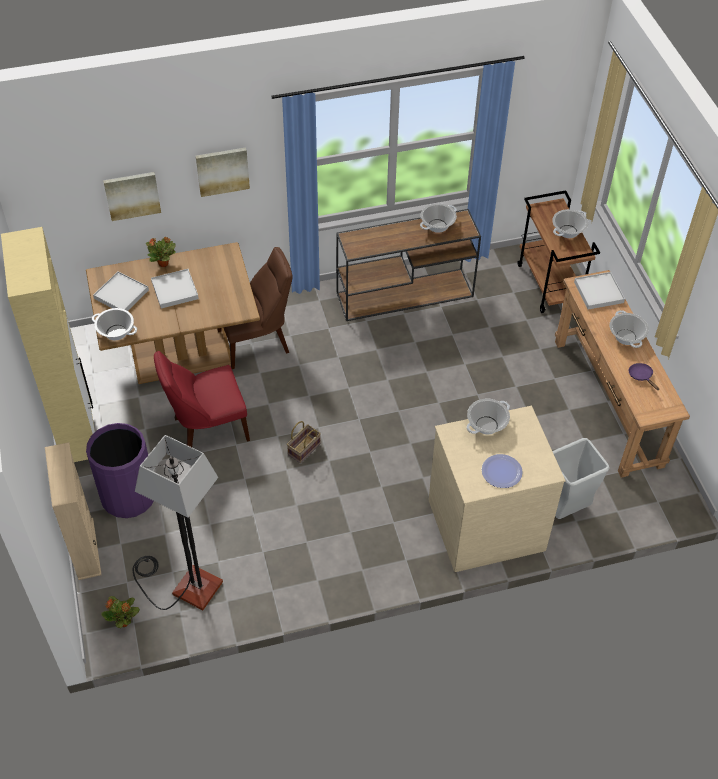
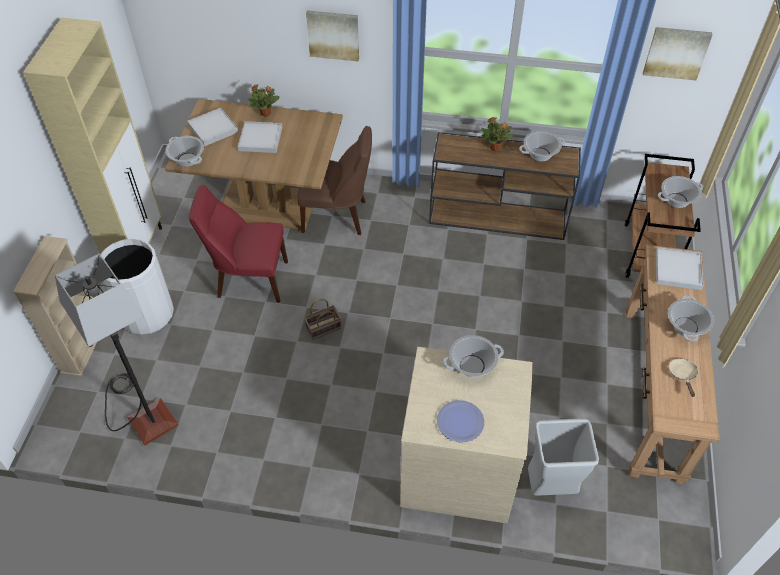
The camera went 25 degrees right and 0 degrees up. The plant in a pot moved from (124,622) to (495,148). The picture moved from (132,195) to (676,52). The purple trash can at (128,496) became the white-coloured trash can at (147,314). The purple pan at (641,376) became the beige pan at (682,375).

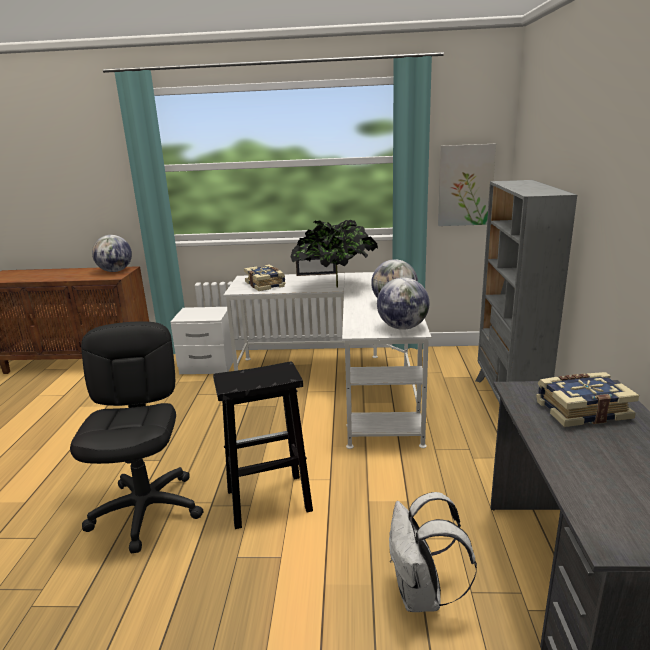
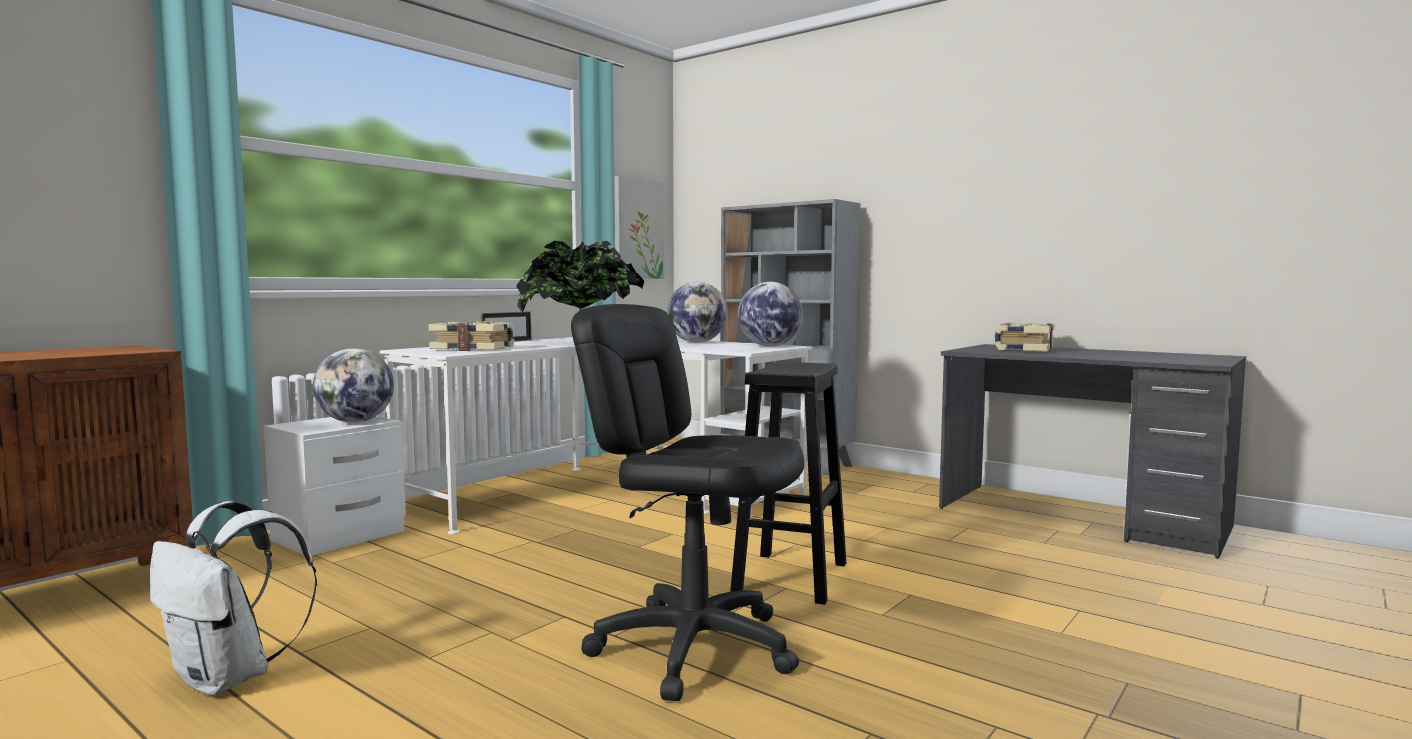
The camera went 55 degrees left and 15 degrees down. The world globe moved from (115,271) to (356,422). The white-coloured rucksack moved from (422,595) to (229,678).

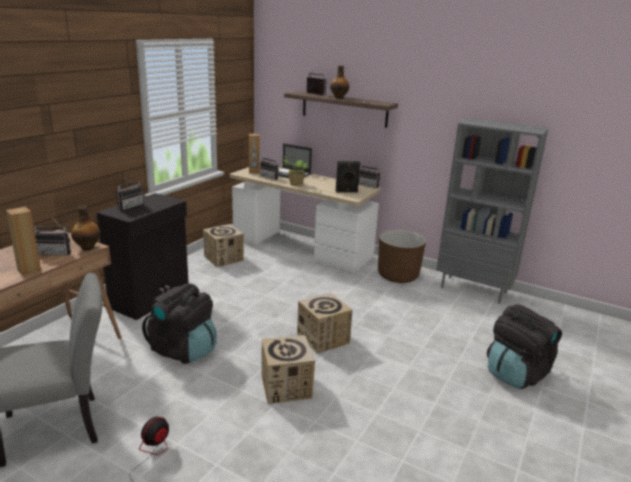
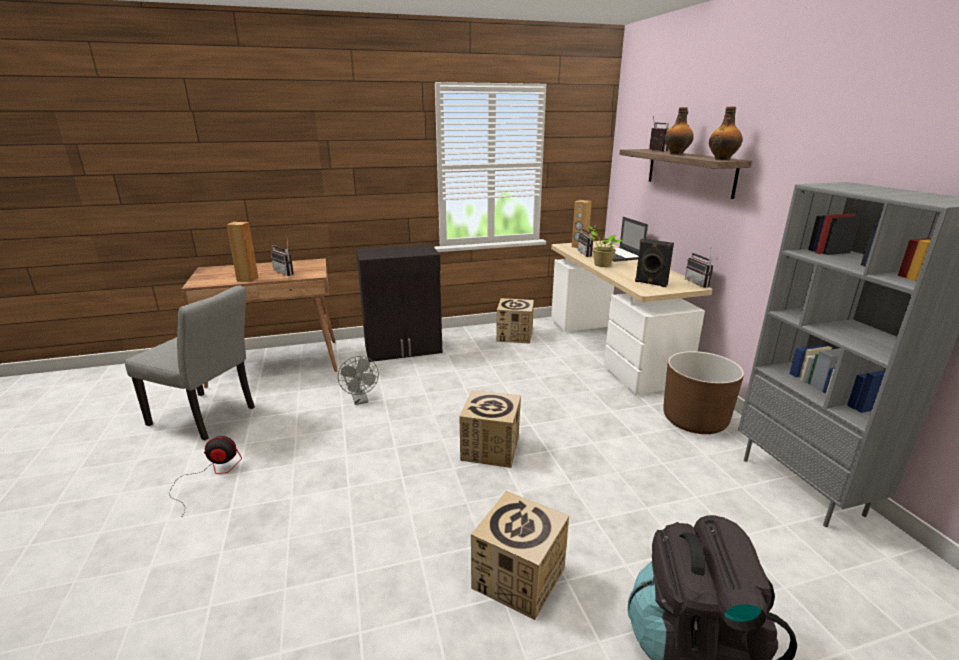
The camera went 45 degrees right and 0 degrees up. The radio at (129,206) disappeared. The drink bottle moved from (88,247) to (722,159). The carton moved from (286,386) to (518,578). The black rucksack at (183,350) was replaced by the greyish fan at (360,400).

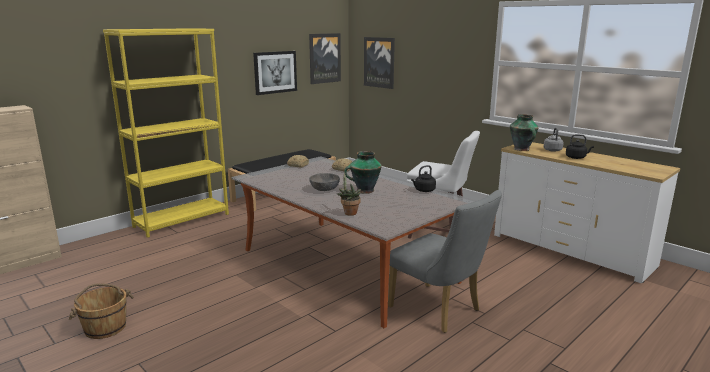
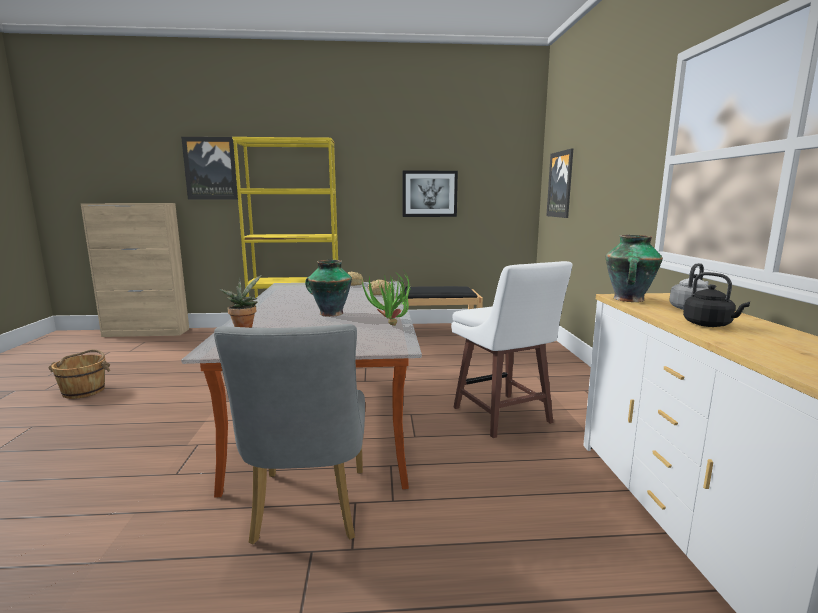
The camera went 40 degrees right and 5 degrees down. The greyish serving bowl at (324,189) disappeared. The picture moved from (324,58) to (211,168). The black kettle at (424,190) was replaced by the plant in a pot at (390,327).

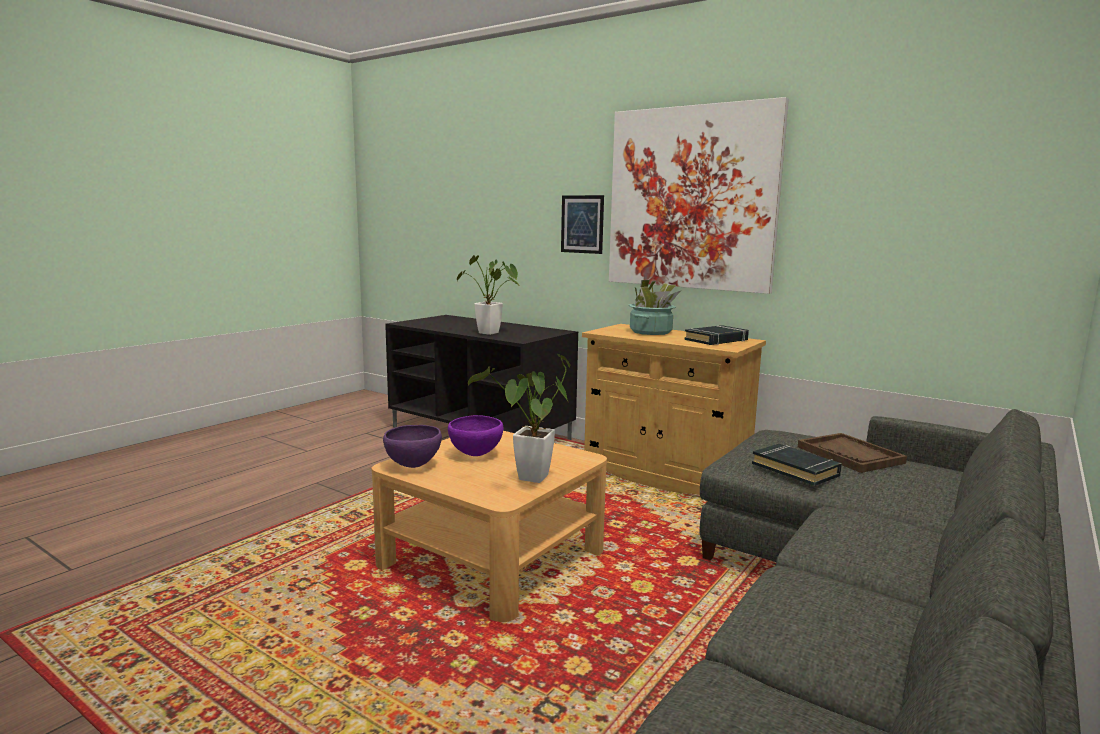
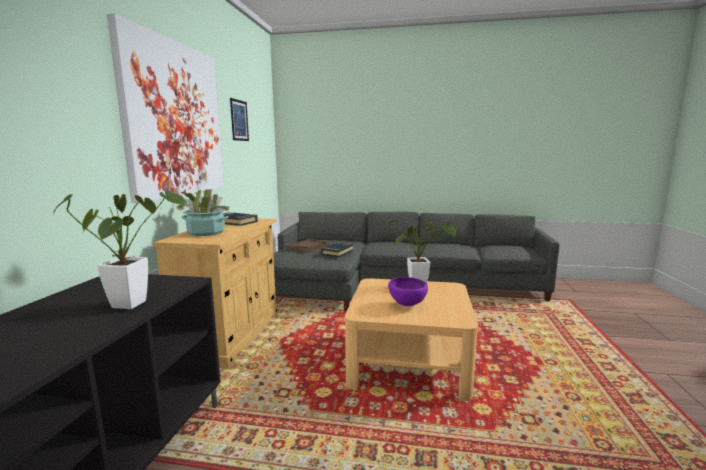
The camera went 115 degrees left and 0 degrees up. The purple serving bowl at (413,466) disappeared. The picture moved from (582,224) to (239,120).

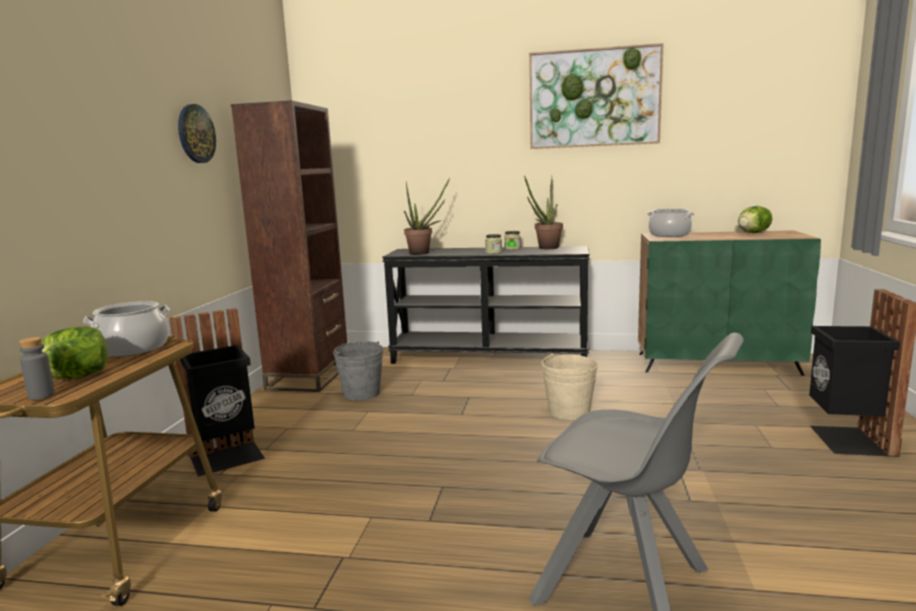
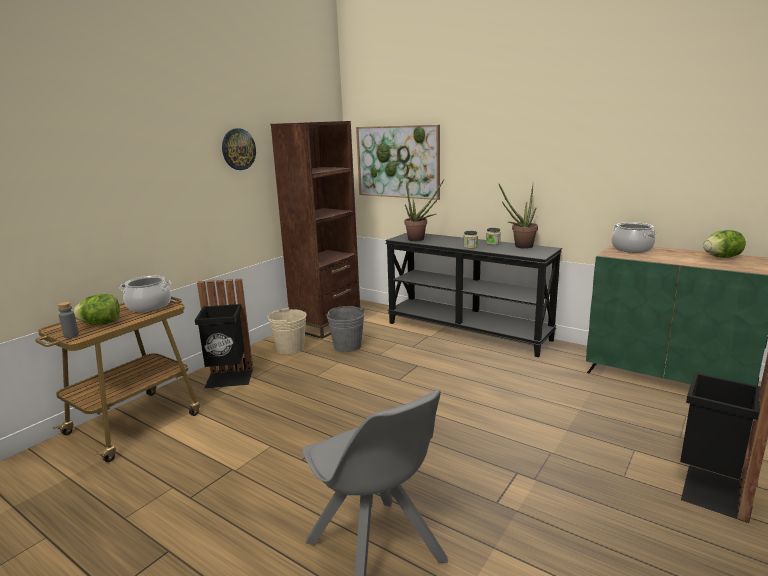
The camera went 25 degrees right and 5 degrees up. The picture moved from (594,98) to (398,162). The beige water bucket moved from (569,411) to (290,348).

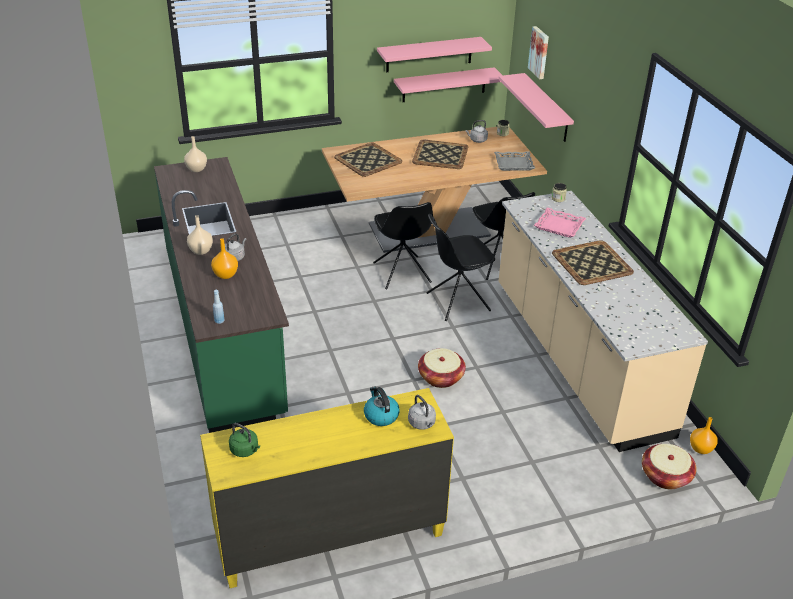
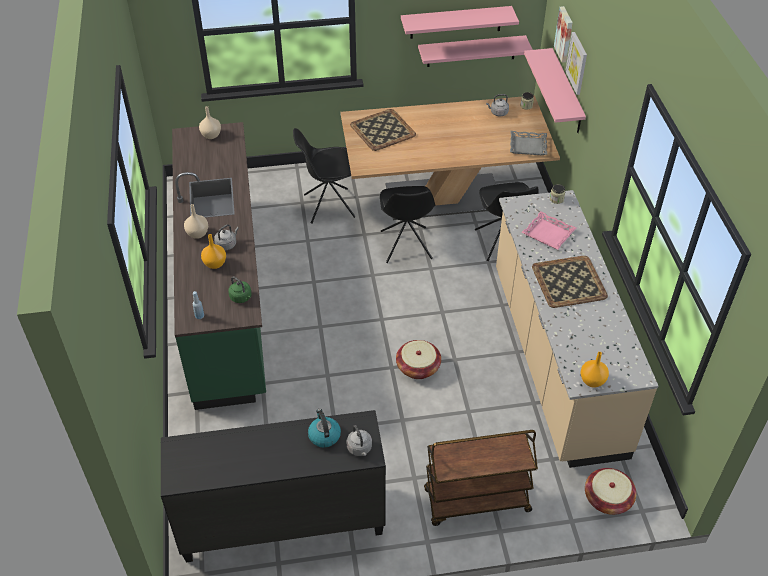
The camera went 10 degrees right and 10 degrees up. The carrying tray at (441,154) disappeared. The brown cart at (476,501) appeared. The picture at (577,63) appeared. The green kettle moved from (245,450) to (241,298). The black upright chair moved from (456,302) to (328,206). The orange-coloured flower vase moved from (700,449) to (591,381). The yellow chest of drawers at (329,536) became the black chest of drawers at (281,522).

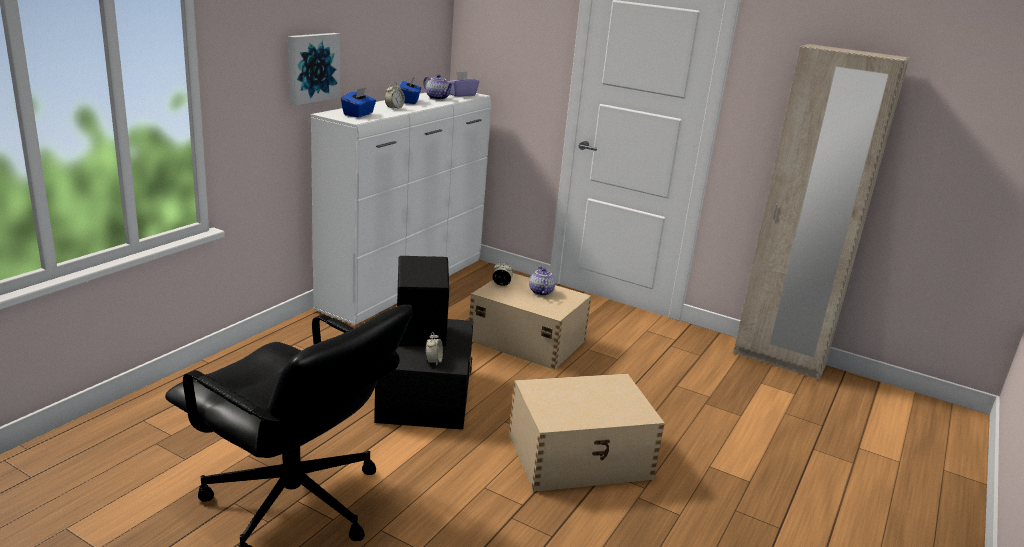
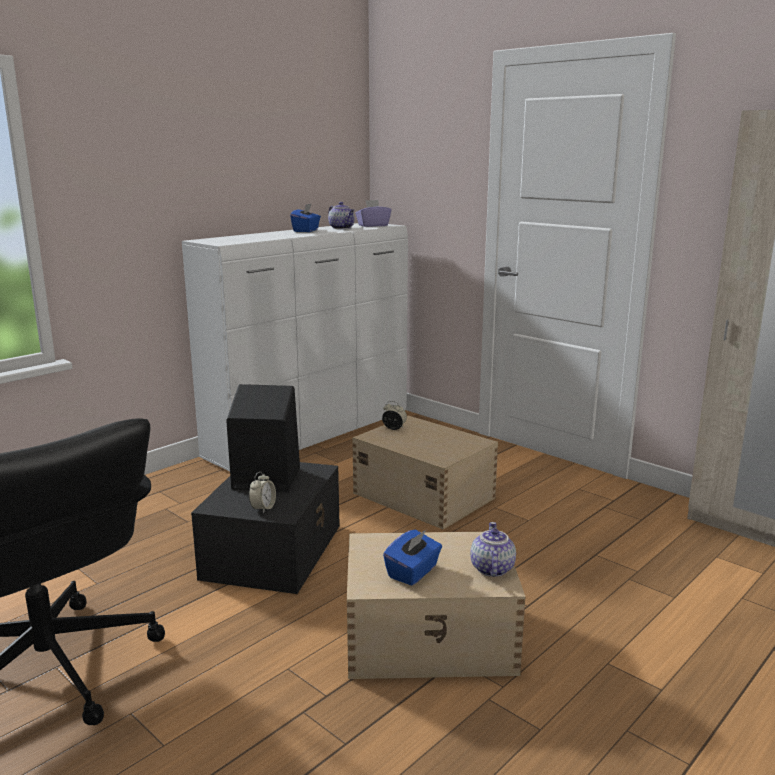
The camera went 15 degrees right and 5 degrees down. The picture at (312,67) disappeared. The alarm clock at (394,108) disappeared. The bluish tissue box moved from (358,114) to (413,572). The pot for tea moved from (540,292) to (491,568).

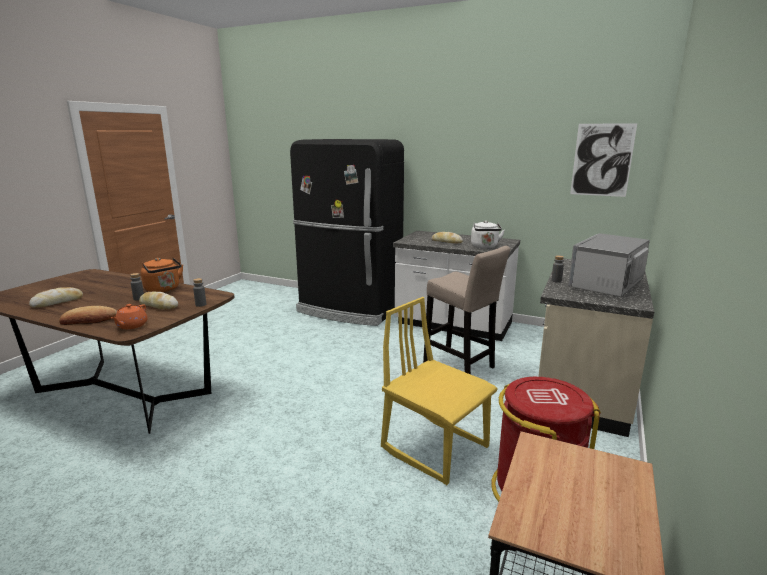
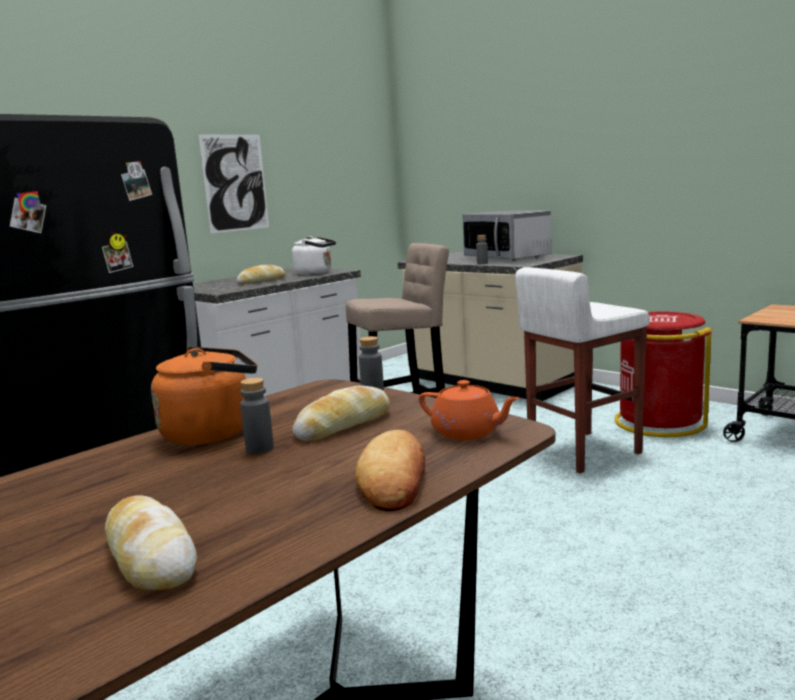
The camera went 70 degrees left and 5 degrees down. The picture moved from (602,160) to (235,183). The yellow upright chair at (435,447) was replaced by the white-coloured sitting stool at (581,451).

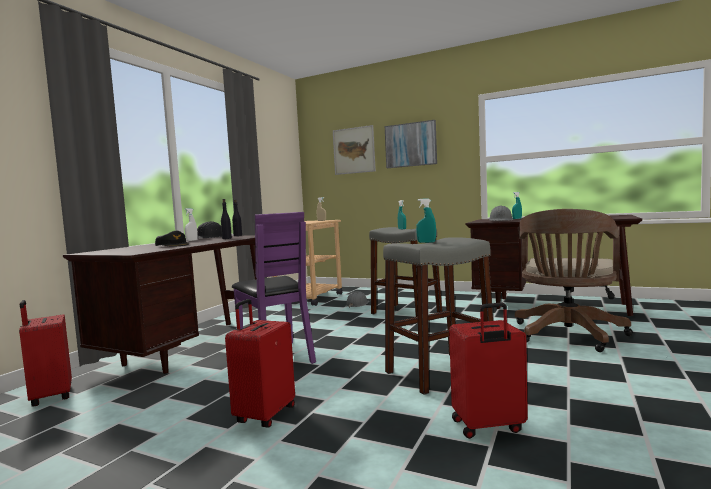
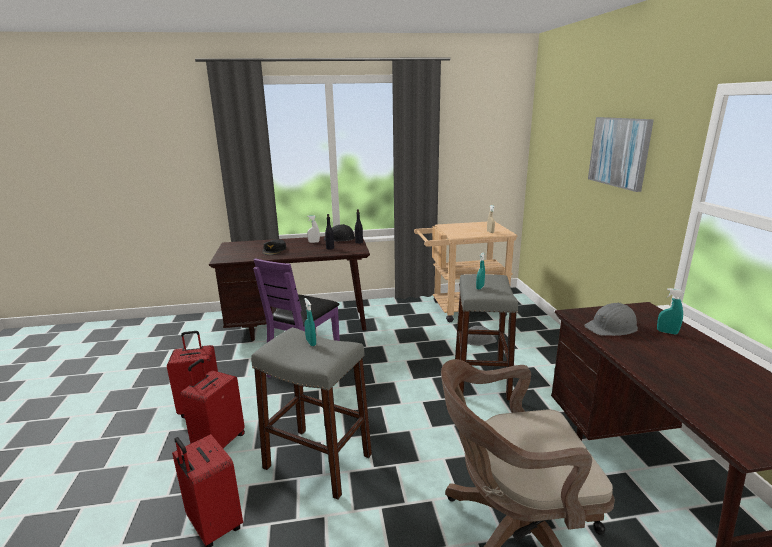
The camera went 55 degrees right and 15 degrees up. The picture at (354,150) disappeared. The red piece of luggage moved from (50,397) to (219,443).

